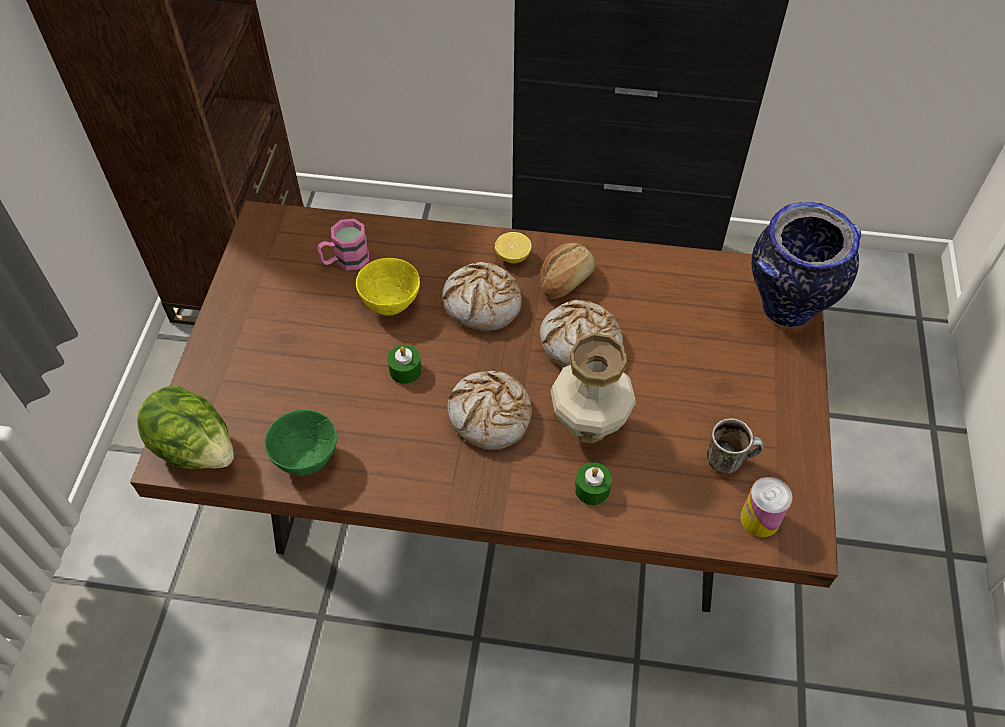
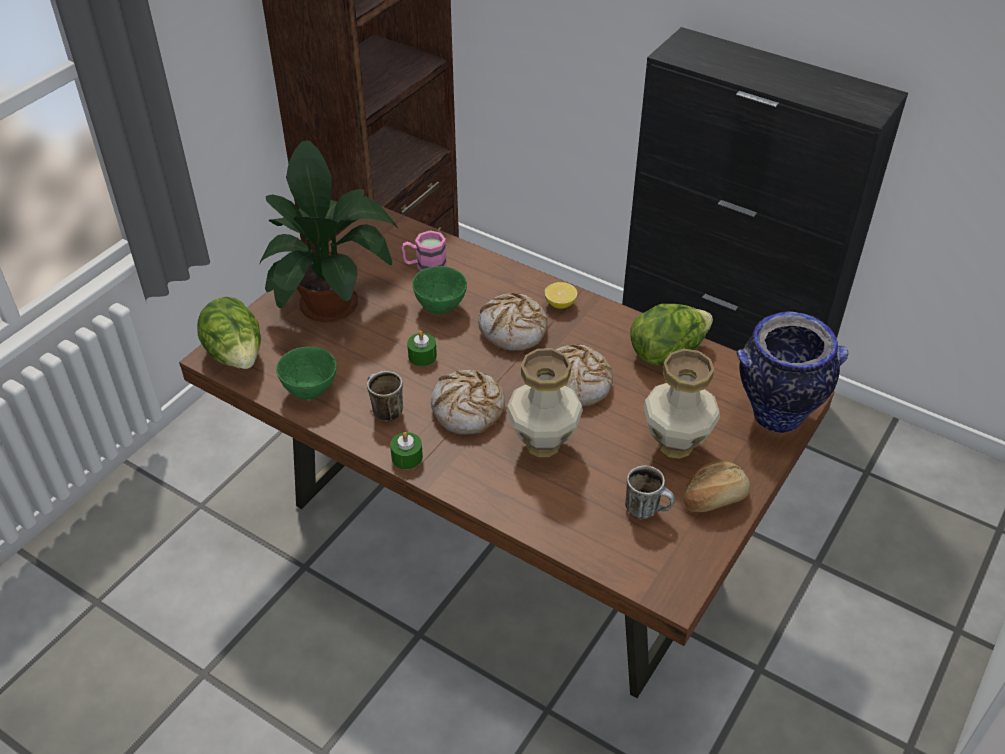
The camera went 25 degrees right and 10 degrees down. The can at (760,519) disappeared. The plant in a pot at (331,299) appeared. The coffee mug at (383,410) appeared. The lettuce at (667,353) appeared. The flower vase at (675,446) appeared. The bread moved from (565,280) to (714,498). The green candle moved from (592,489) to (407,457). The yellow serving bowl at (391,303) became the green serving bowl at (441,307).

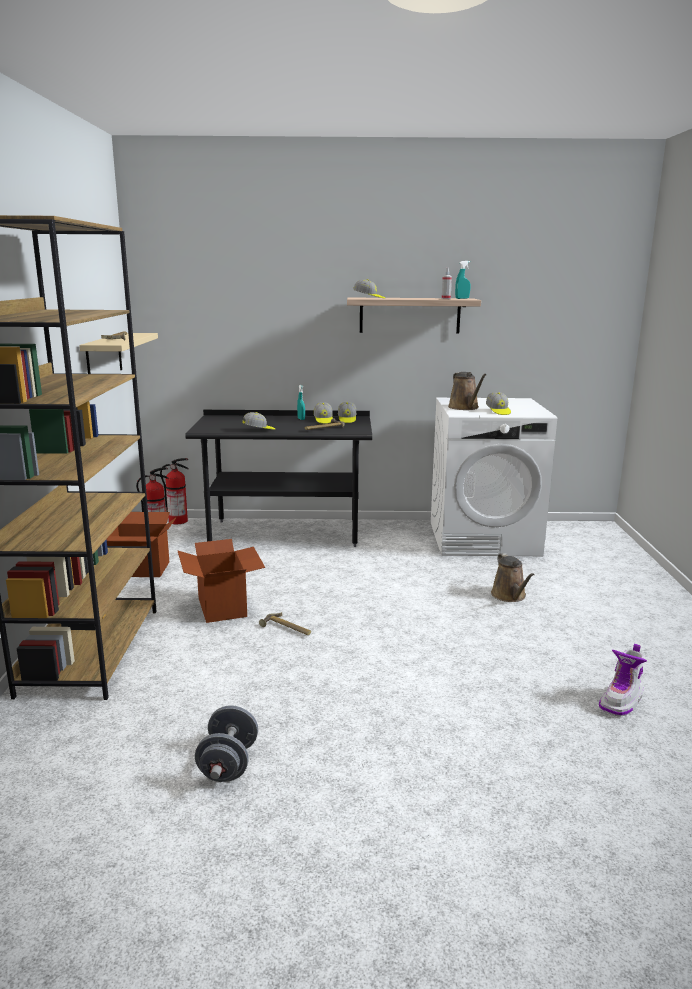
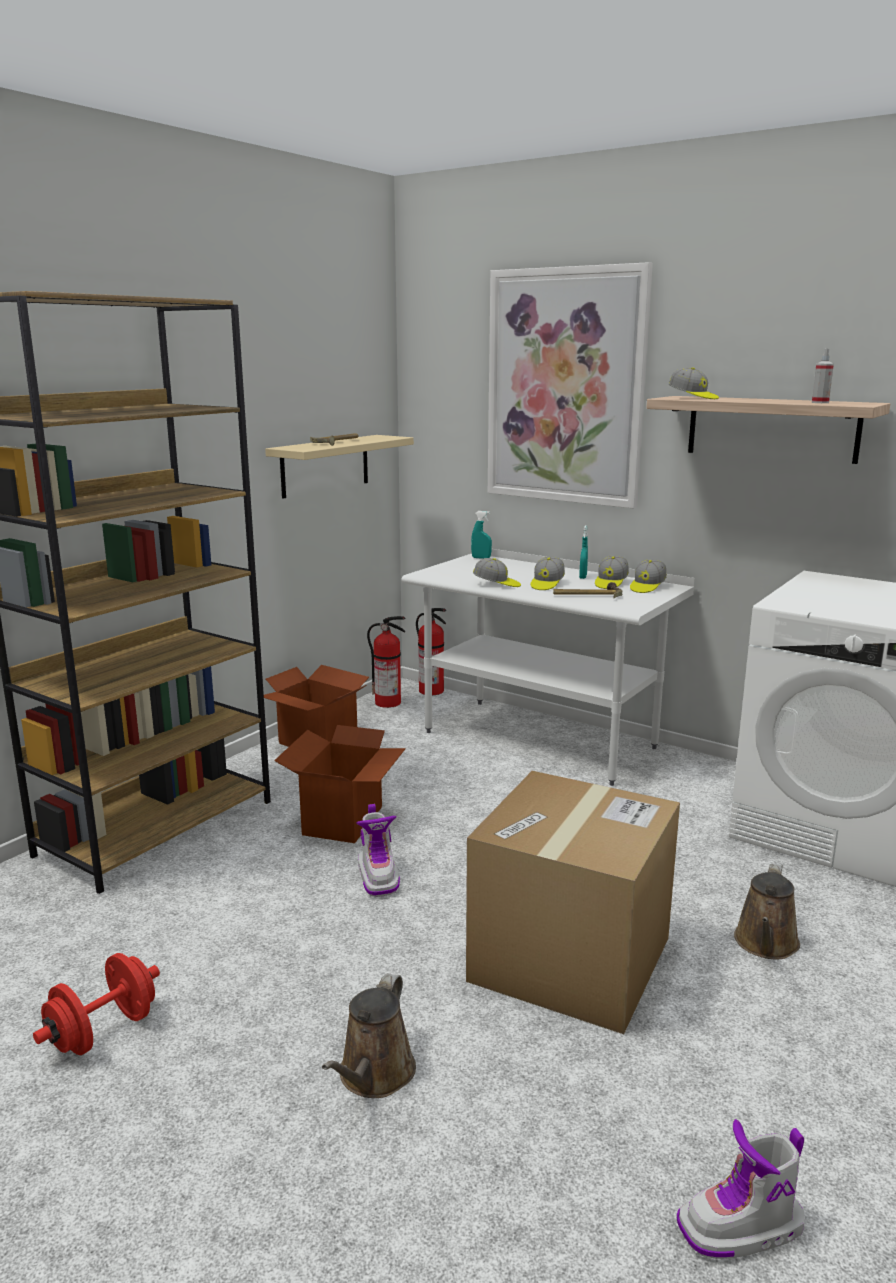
The camera went 35 degrees right and 0 degrees up. The carton at (570,959) appeared. The picture at (565,387) appeared. The brown watering pot moved from (465,408) to (374,1076). The turquoise sprayer moved from (462,298) to (481,558). The baseball cap moved from (498,411) to (547,584). The tool hammer at (286,628) was replaced by the high-top boot at (378,876). The black desk at (285,533) became the white-coloured desk at (539,740). The greyish dumbbell at (228,764) became the red dumbbell at (103,1031).

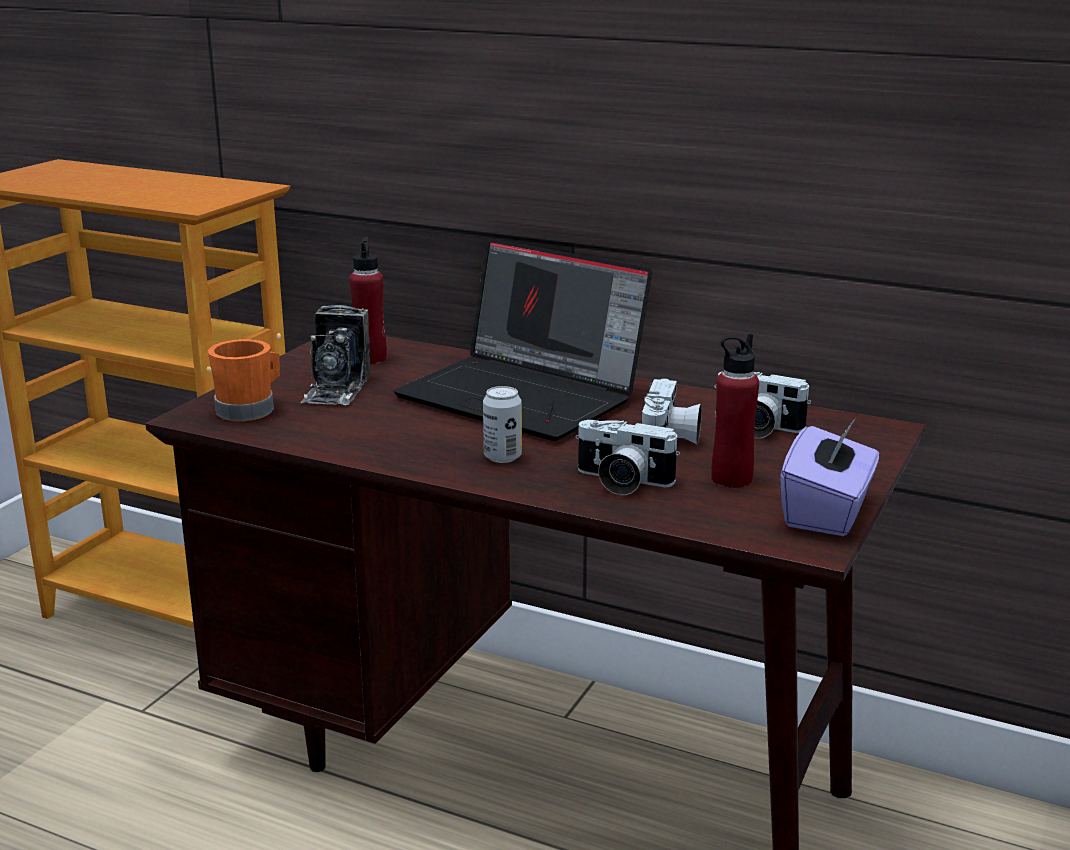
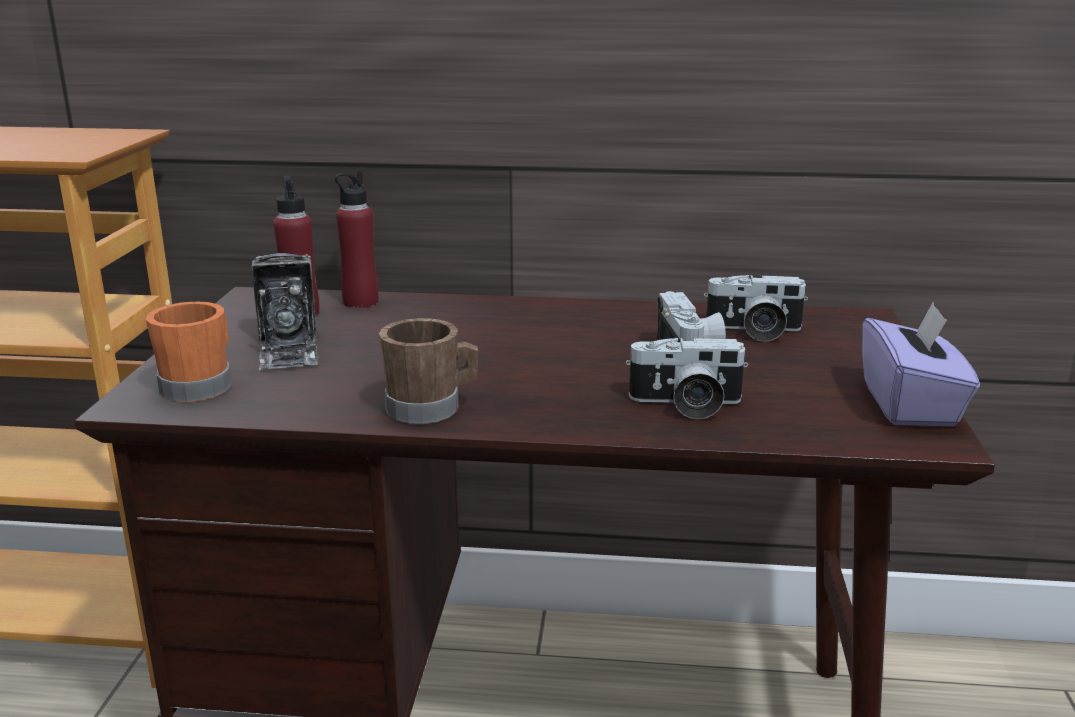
The camera went 20 degrees left and 0 degrees up. The portable computer at (525,396) disappeared. The can at (502,457) disappeared. The brown coffee mug at (431,409) appeared. The red drink bottle moved from (731,479) to (360,302).

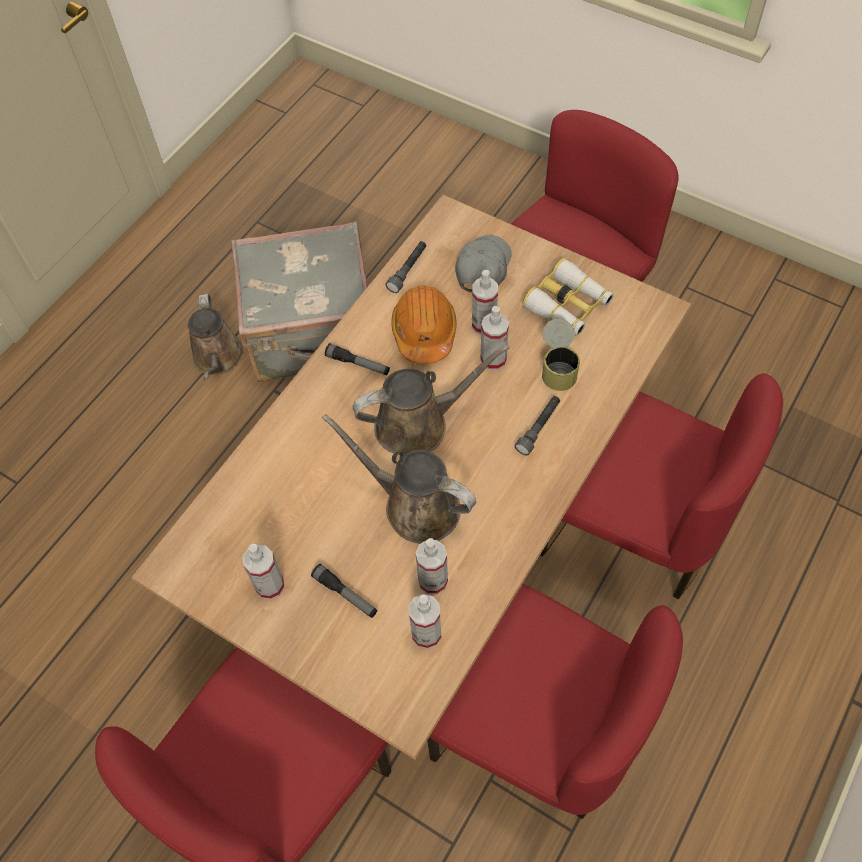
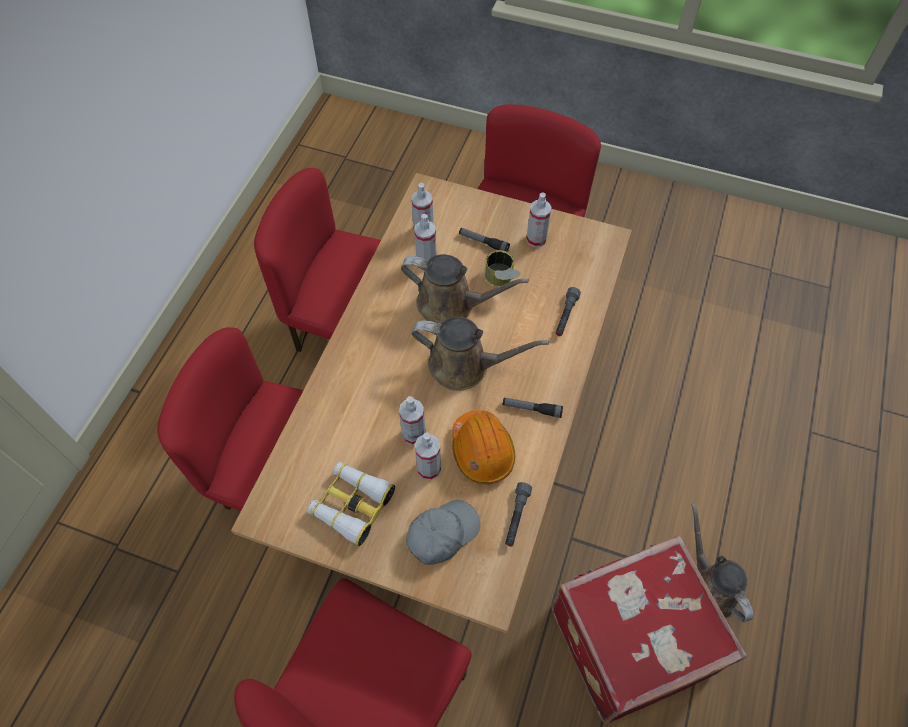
The camera went 165 degrees right and 0 degrees up. The greyish flashlight moved from (538,428) to (565,316). The can moved from (558,366) to (501,281). The greyish piece of luggage at (313,333) became the red piece of luggage at (628,637). The brown watering pot at (418,424) turned 135 degrees counterclockwise. The greyish baseball cap at (483,268) turned 135 degrees counterclockwise.

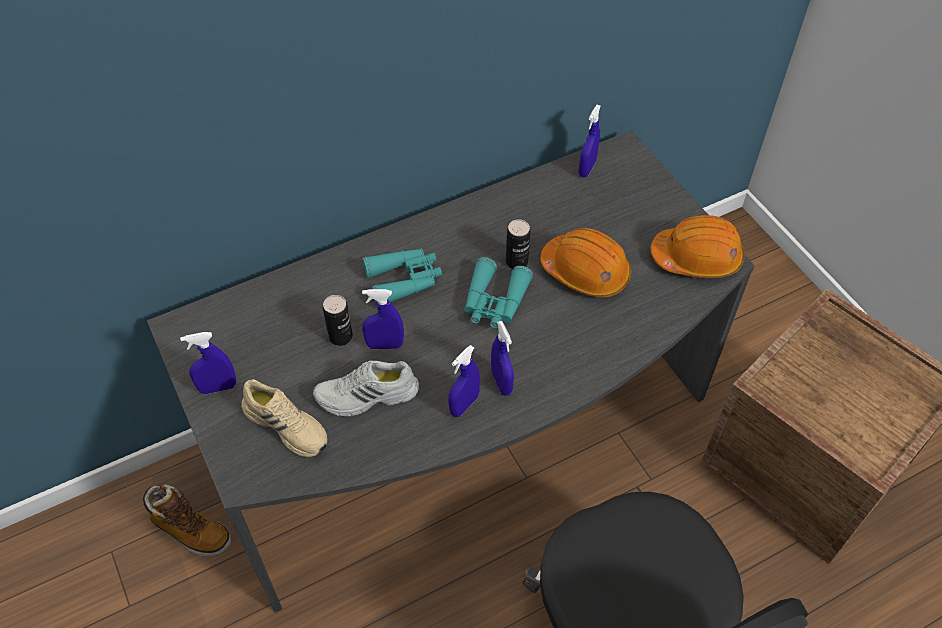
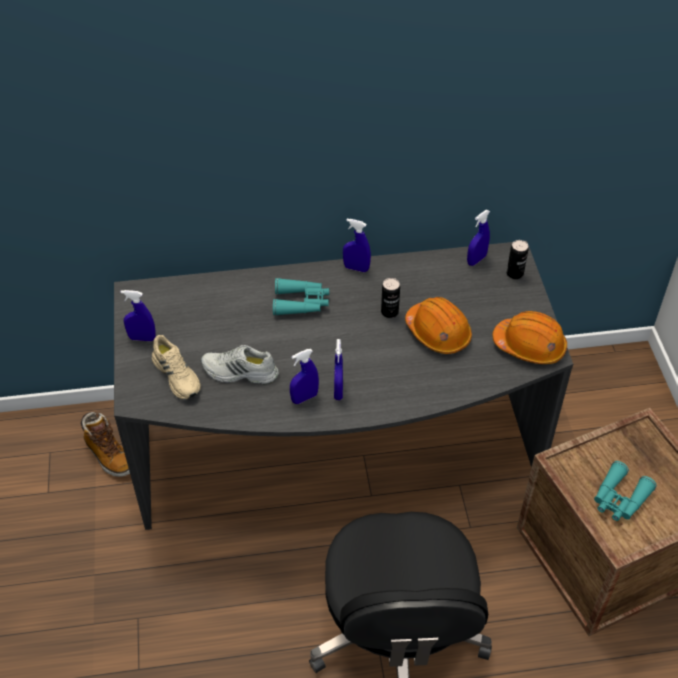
The camera went 20 degrees right and 5 degrees down. The can moved from (340,336) to (515,274). The bluish sprayer moved from (385,345) to (356,268). The turquoise pair of binoculars moved from (494,302) to (619,499).

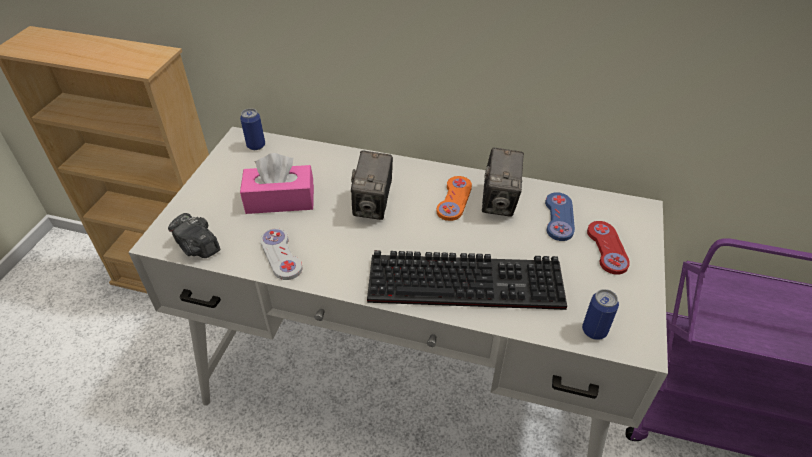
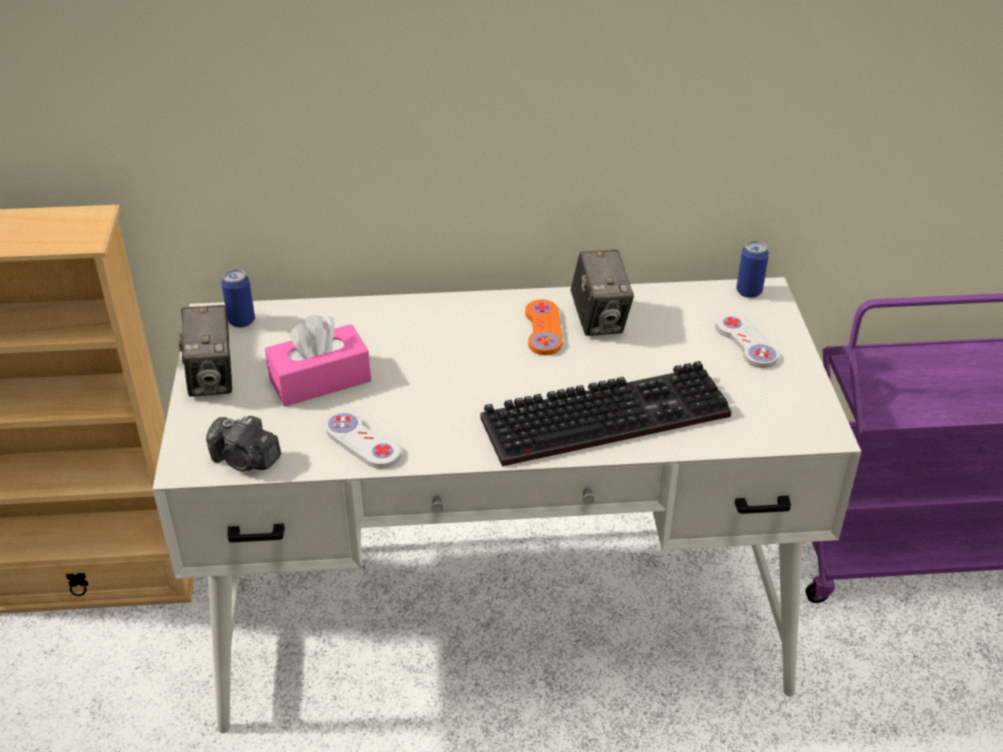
The camera went 20 degrees left and 5 degrees down. The bluish joypad at (559,217) disappeared. The still camera moved from (373,205) to (212,379). The can moved from (594,331) to (749,291). The red joypad at (607,248) became the white-coloured joypad at (746,342).

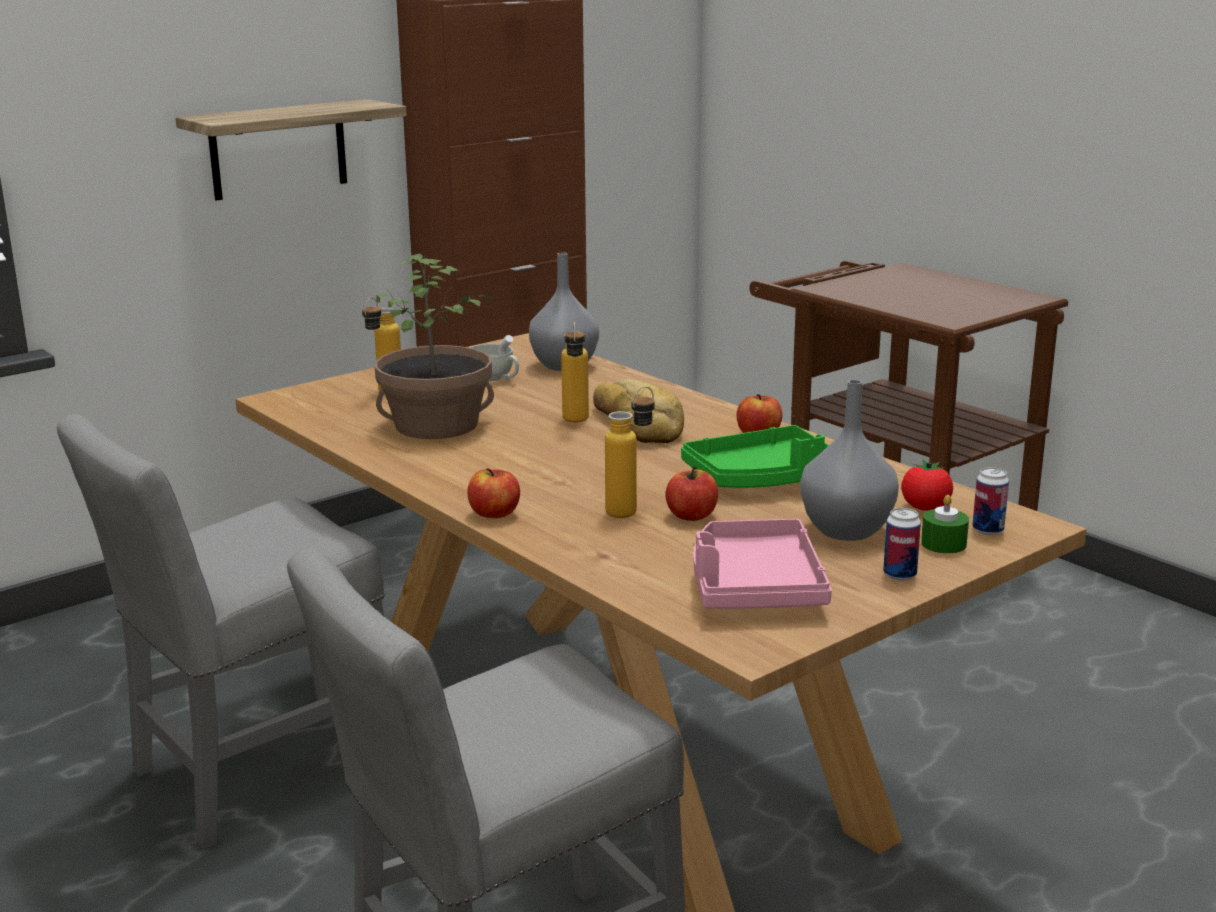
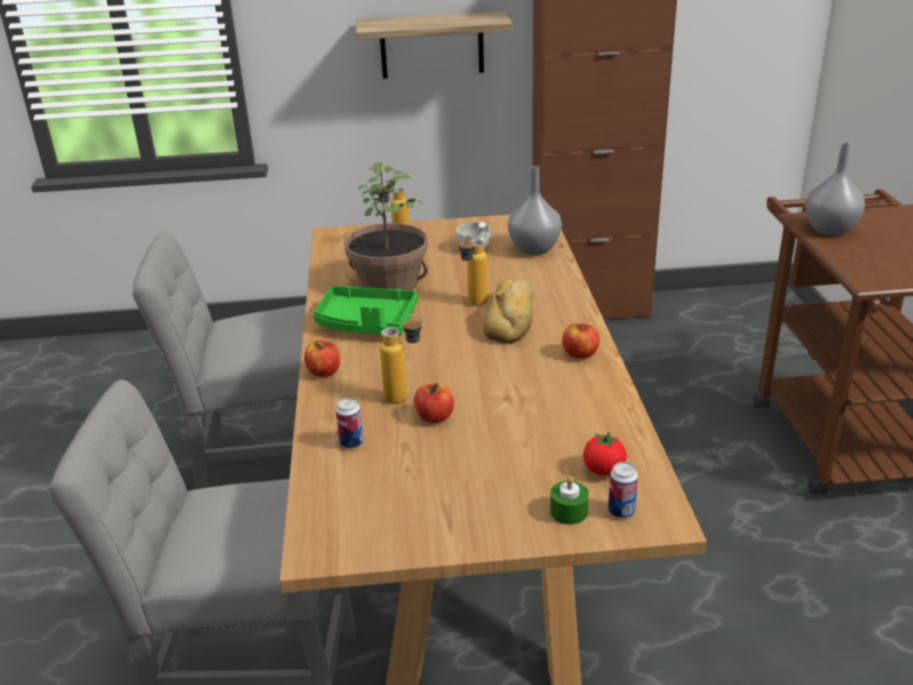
The camera went 35 degrees right and 10 degrees up. The pinkish carrying tray at (754,586) disappeared. The green carrying tray moved from (763,478) to (367,323). The greyish flower vase moved from (846,529) to (830,229). The can moved from (899,575) to (351,443).

